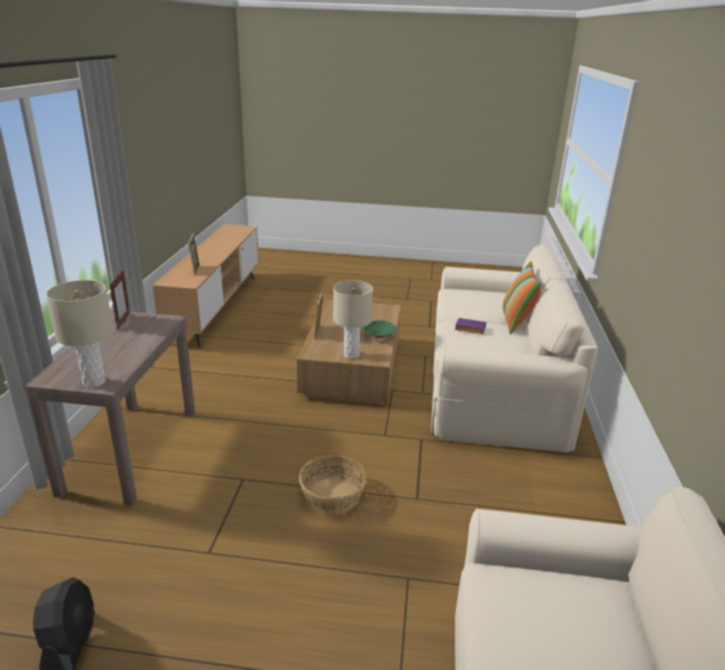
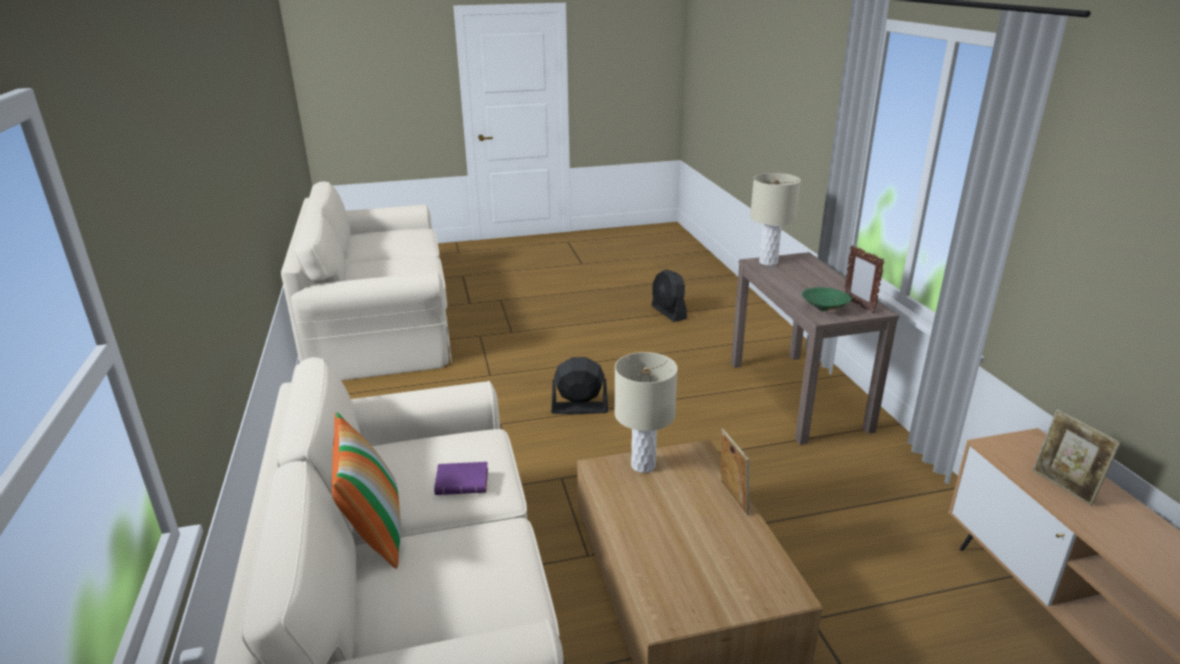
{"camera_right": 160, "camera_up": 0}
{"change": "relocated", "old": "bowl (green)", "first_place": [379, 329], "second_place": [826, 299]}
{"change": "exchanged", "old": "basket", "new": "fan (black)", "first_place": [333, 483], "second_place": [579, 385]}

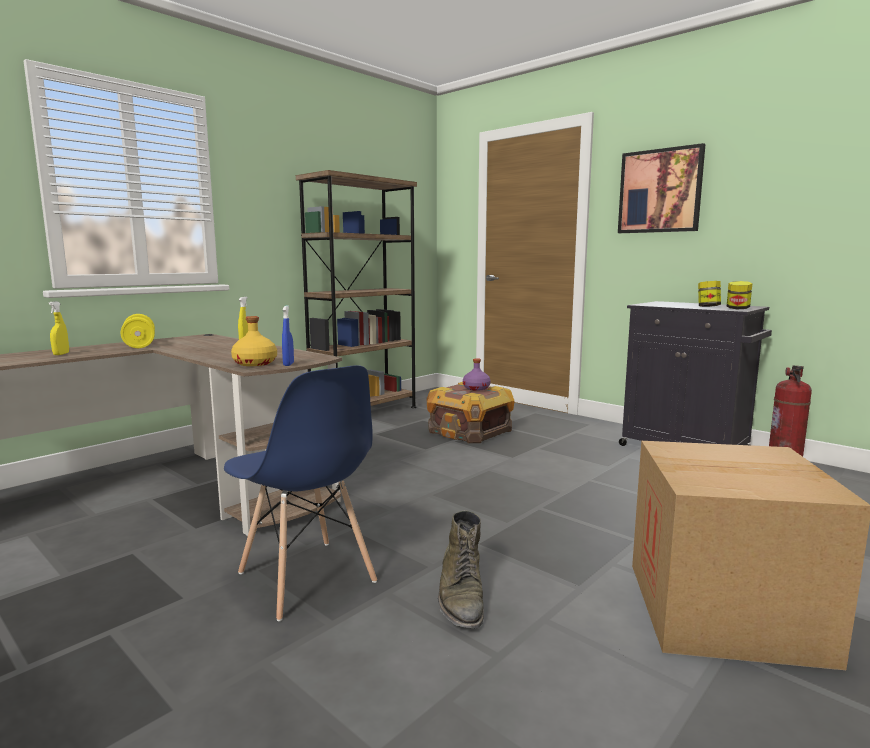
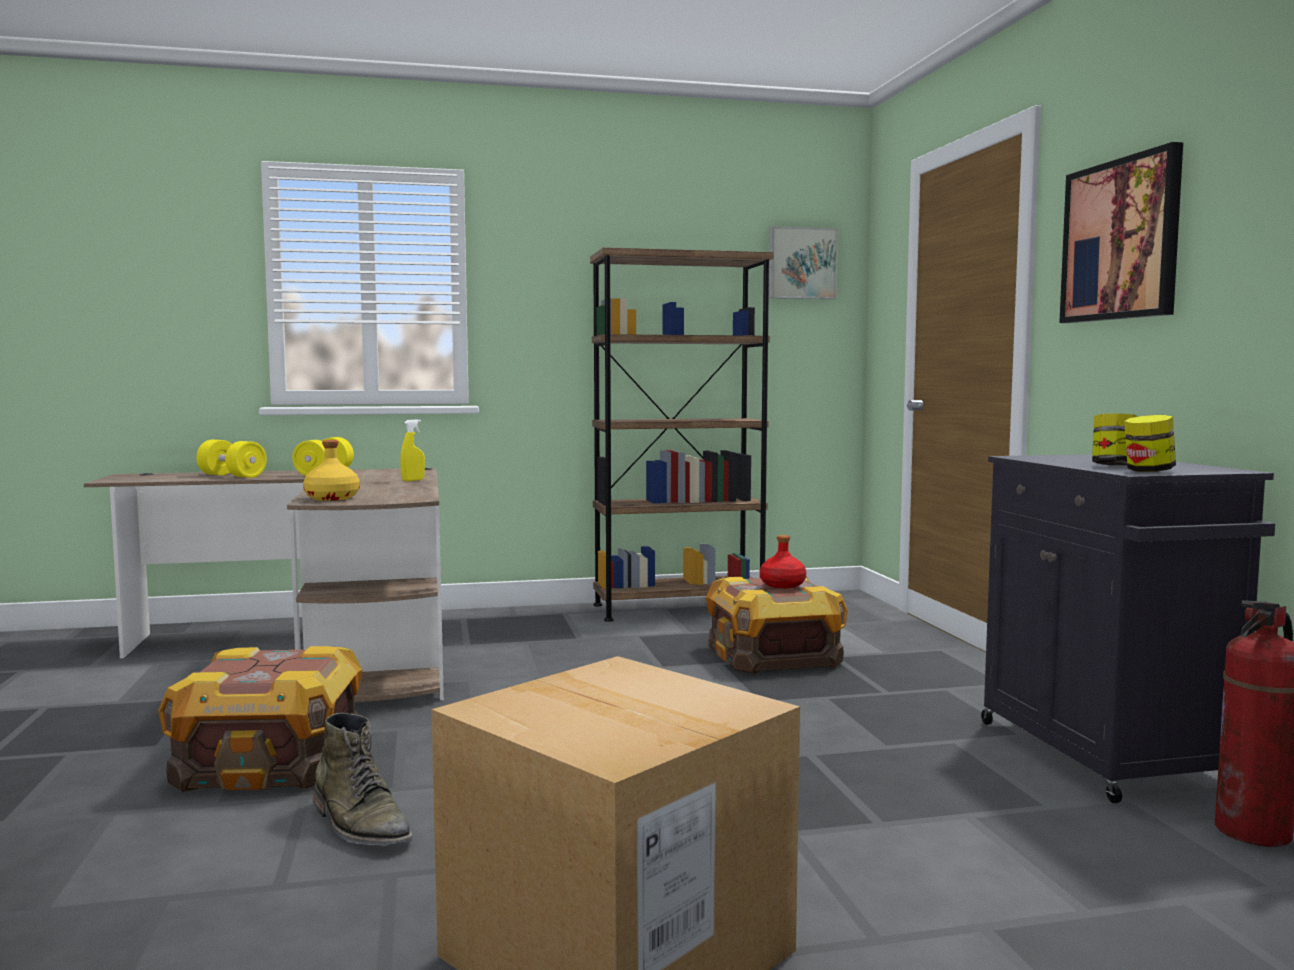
{"camera_right": 35, "camera_up": -5}
{"change": "missing", "old": "spray bottle (blue)", "first_place": [288, 335]}
{"change": "appeared", "new": "picture", "second_place": [803, 262]}
{"change": "exchanged", "old": "spray bottle (yellow)", "new": "dumbbell (yellow)", "first_place": [58, 328], "second_place": [231, 459]}
{"change": "exchanged", "old": "chair (blue)", "new": "crate", "first_place": [300, 493], "second_place": [260, 719]}
{"change": "colour", "old": "bottle (purple)", "new": "bottle (red)", "first_place": [477, 374], "second_place": [783, 561]}
{"change": "spun", "old": "boot (green)", "first_place": [461, 569], "second_place": [362, 779], "degrees": -75}

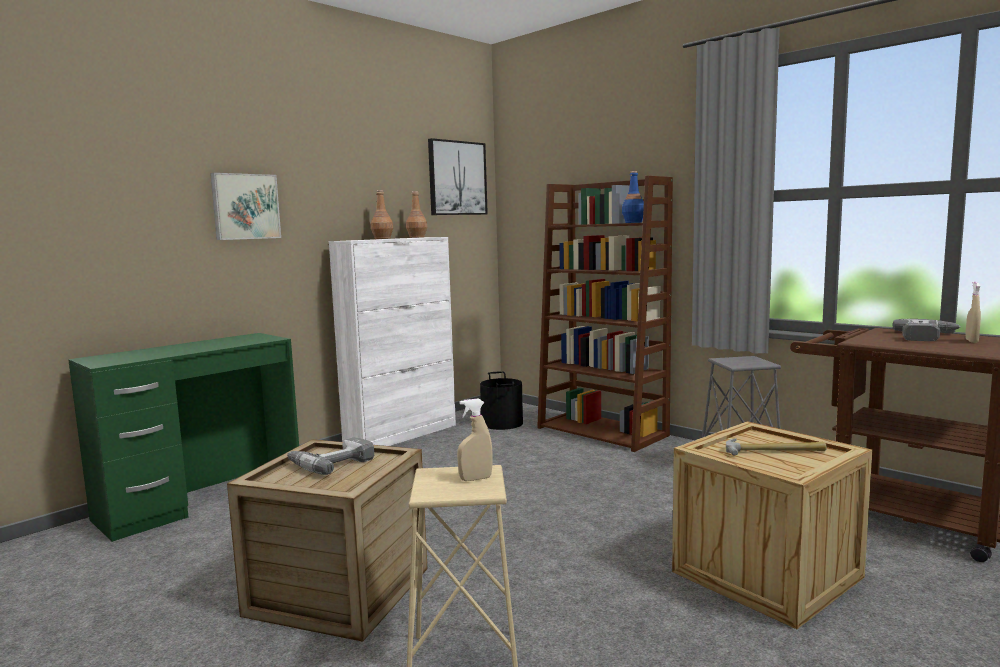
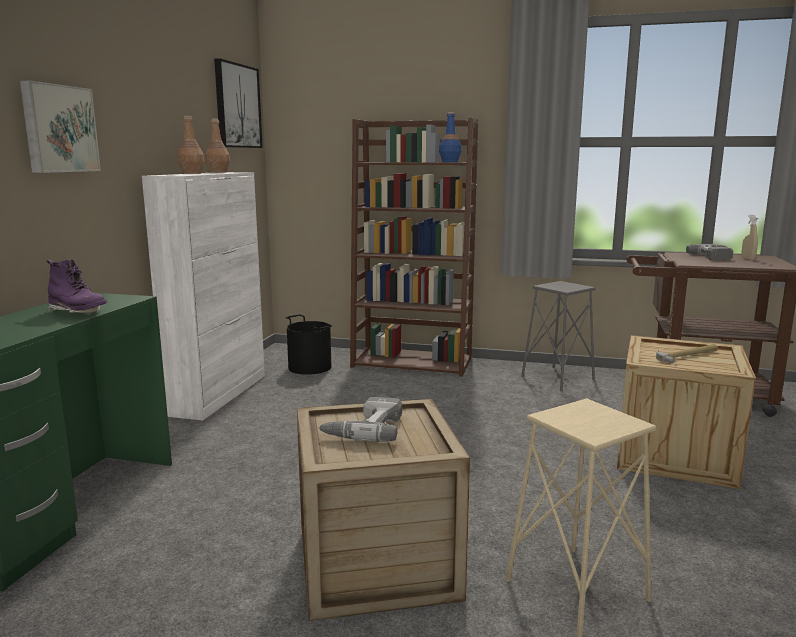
{"camera_right": -30, "camera_up": 5}
{"change": "missing", "old": "spray bottle (beige)", "first_place": [475, 440]}
{"change": "appeared", "new": "boot (purple)", "second_place": [76, 286]}

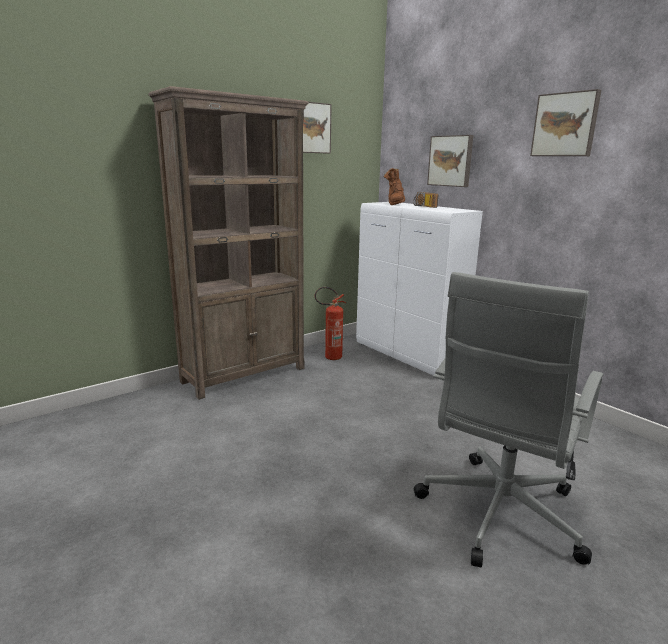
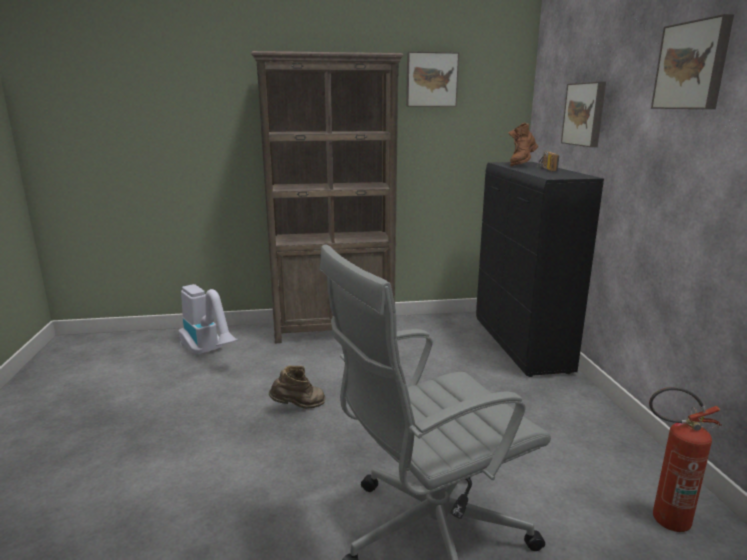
{"camera_right": 30, "camera_up": 0}
{"change": "appeared", "new": "vacuum cleaner", "second_place": [208, 320]}
{"change": "appeared", "new": "boot (brown)", "second_place": [297, 387]}
{"change": "relocated", "old": "fire extinguisher", "first_place": [330, 323], "second_place": [685, 459]}
{"change": "colour", "old": "cabinet (white)", "new": "cabinet (black)", "first_place": [419, 289], "second_place": [540, 269]}

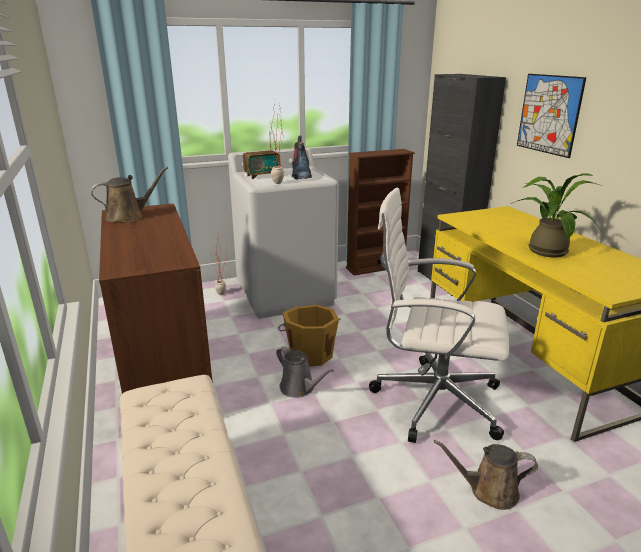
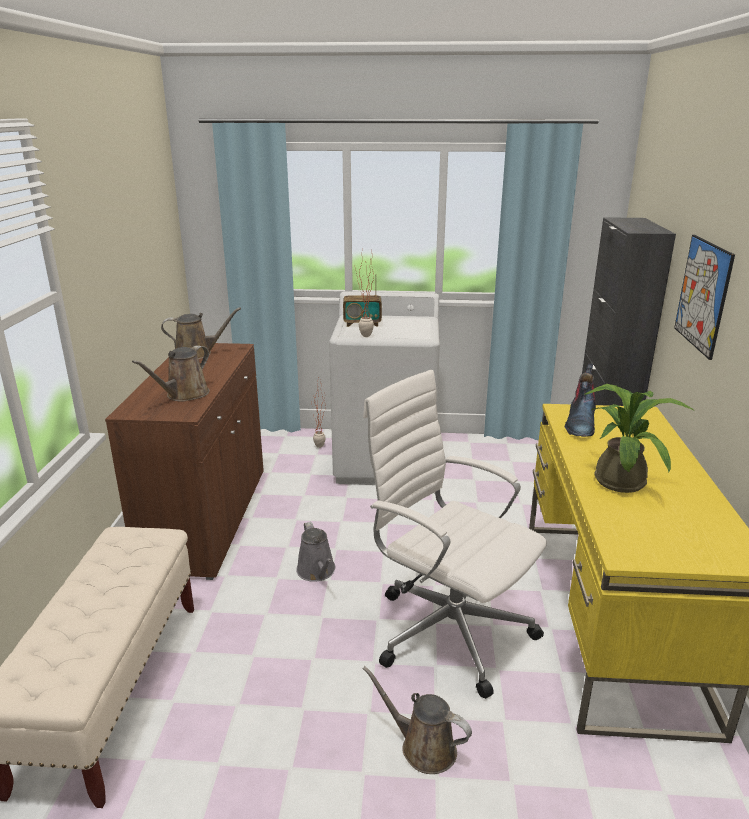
{"camera_right": 25, "camera_up": 0}
{"change": "missing", "old": "bucket (orange)", "first_place": [309, 336]}
{"change": "missing", "old": "bookcase (brown)", "first_place": [380, 212]}
{"change": "appeared", "new": "watering can (brown)", "second_place": [171, 373]}
{"change": "relocated", "old": "boot", "first_place": [302, 158], "second_place": [580, 400]}

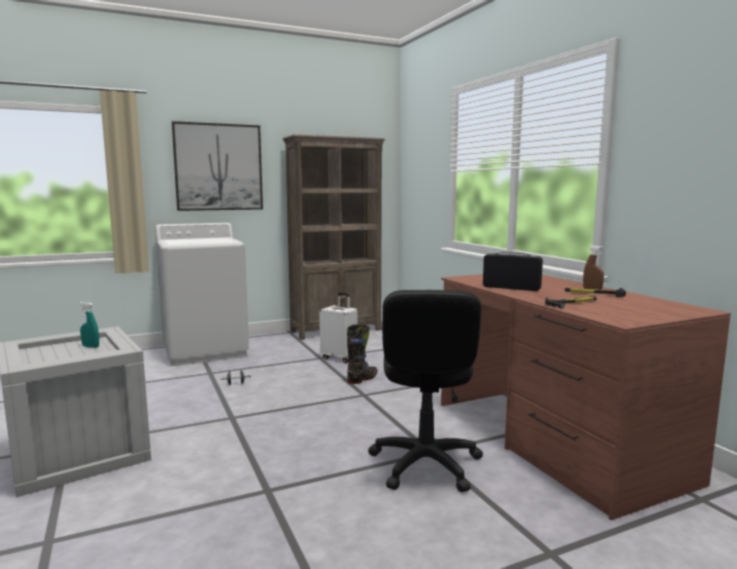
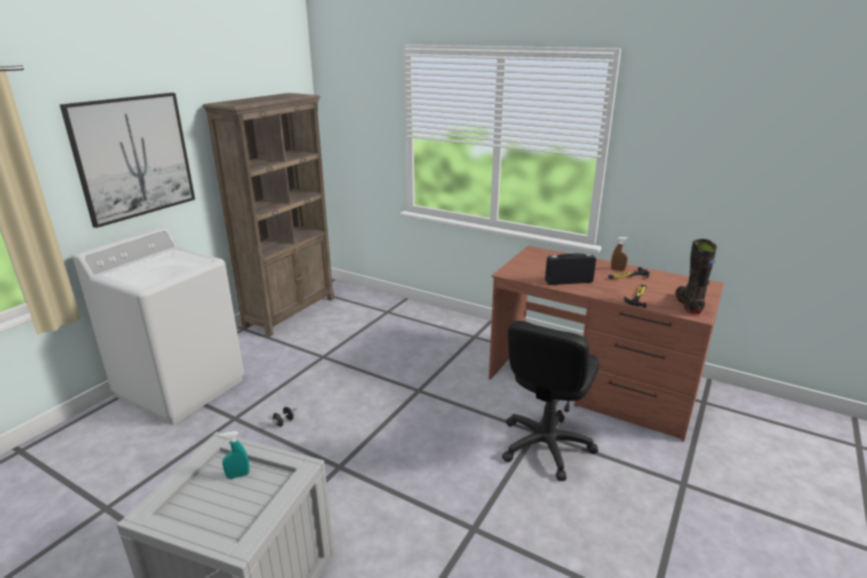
{"camera_right": -35, "camera_up": 15}
{"change": "missing", "old": "suitcase (white)", "first_place": [338, 327]}
{"change": "relocated", "old": "boot (black)", "first_place": [362, 354], "second_place": [696, 276]}
{"change": "spun", "old": "office chair (black)", "first_place": [425, 391], "second_place": [551, 401], "degrees": 60}

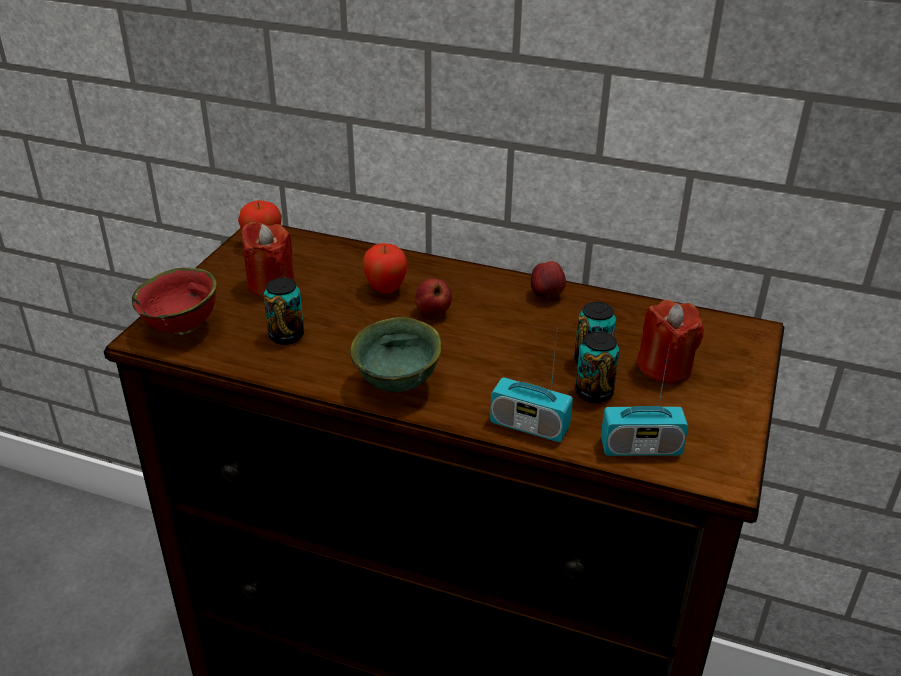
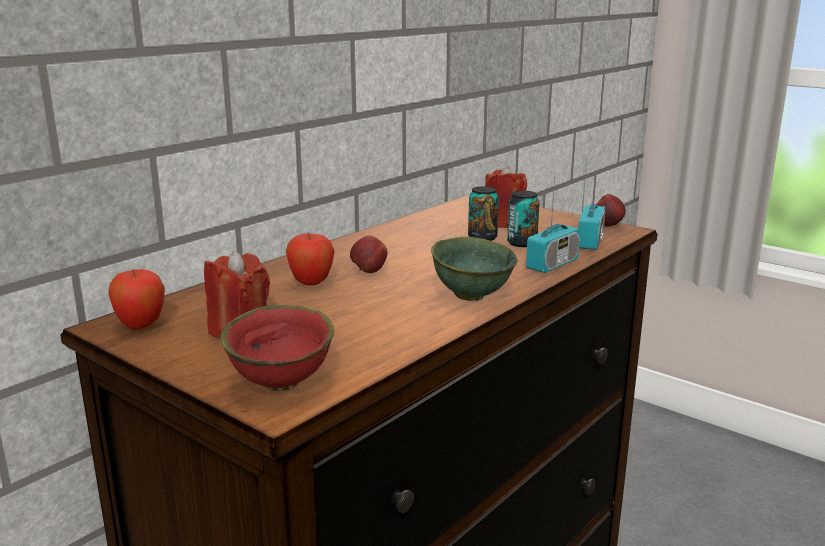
{"camera_right": -70, "camera_up": -15}
{"change": "missing", "old": "can", "first_place": [284, 311]}
{"change": "relocated", "old": "apple", "first_place": [548, 280], "second_place": [611, 210]}

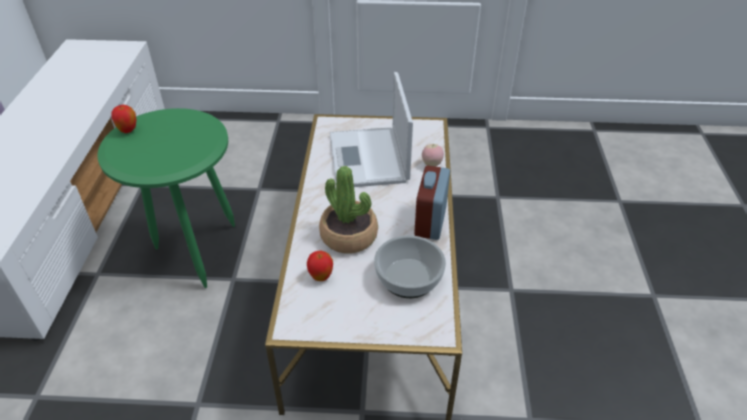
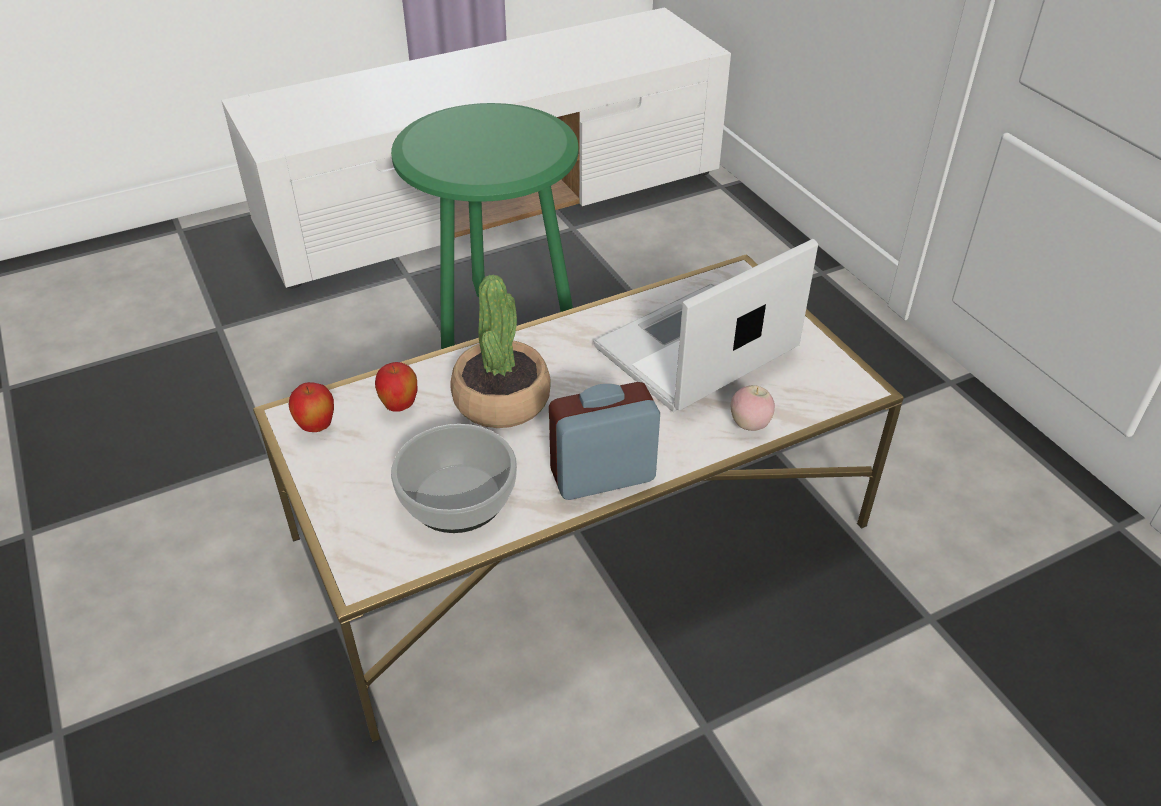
{"camera_right": 60, "camera_up": 0}
{"change": "relocated", "old": "apple", "first_place": [123, 119], "second_place": [311, 407]}

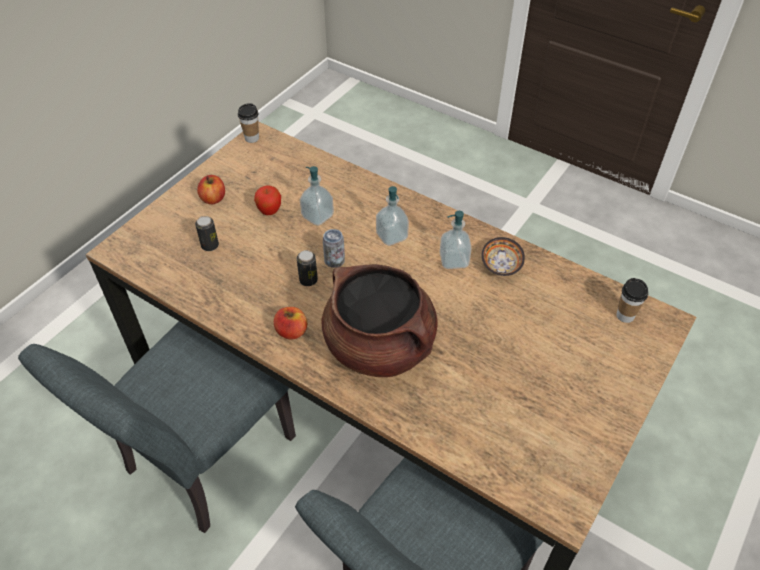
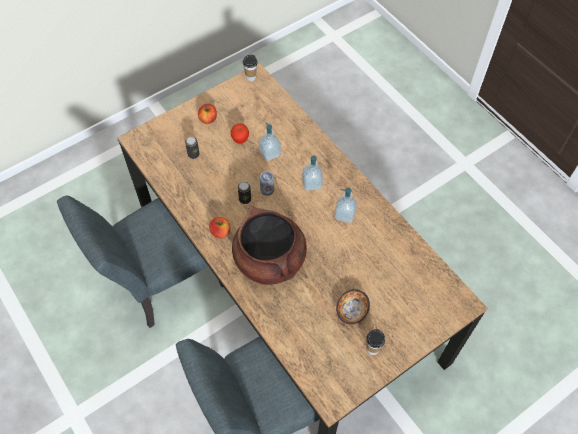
{"camera_right": 20, "camera_up": 10}
{"change": "relocated", "old": "bowl", "first_place": [503, 256], "second_place": [353, 306]}
{"change": "relocated", "old": "cup", "first_place": [632, 300], "second_place": [375, 342]}

